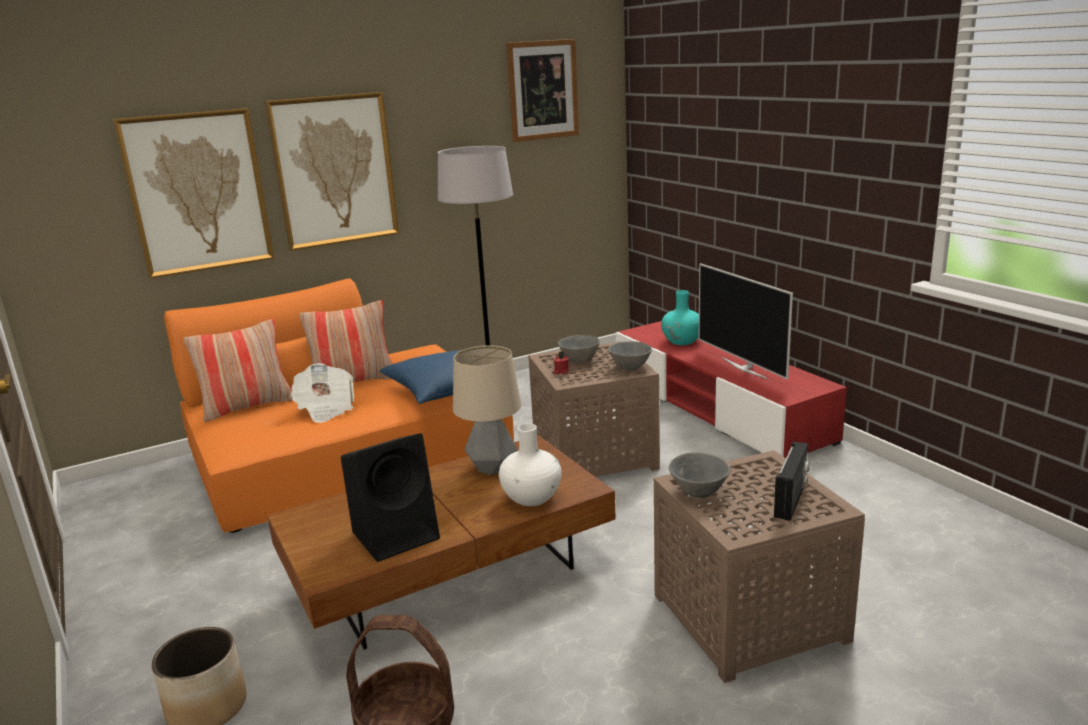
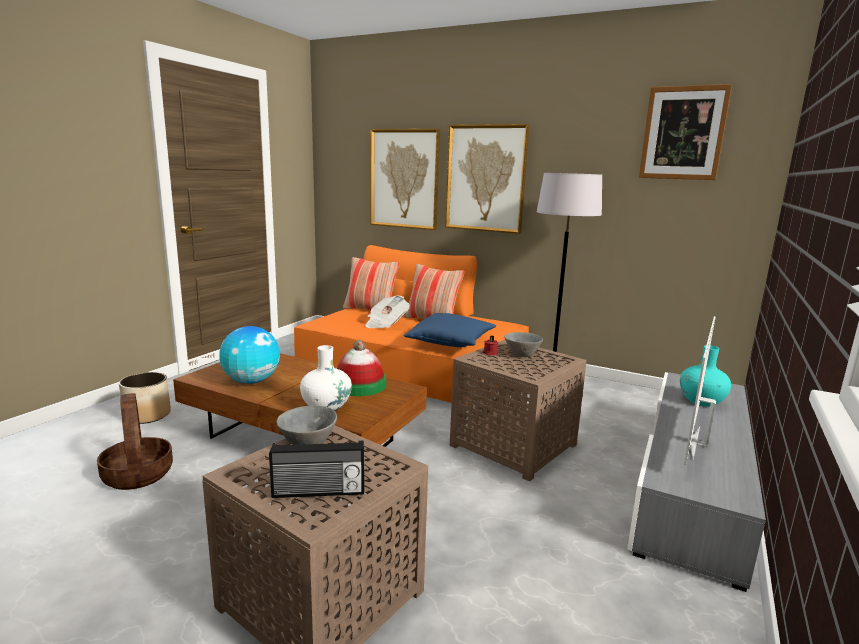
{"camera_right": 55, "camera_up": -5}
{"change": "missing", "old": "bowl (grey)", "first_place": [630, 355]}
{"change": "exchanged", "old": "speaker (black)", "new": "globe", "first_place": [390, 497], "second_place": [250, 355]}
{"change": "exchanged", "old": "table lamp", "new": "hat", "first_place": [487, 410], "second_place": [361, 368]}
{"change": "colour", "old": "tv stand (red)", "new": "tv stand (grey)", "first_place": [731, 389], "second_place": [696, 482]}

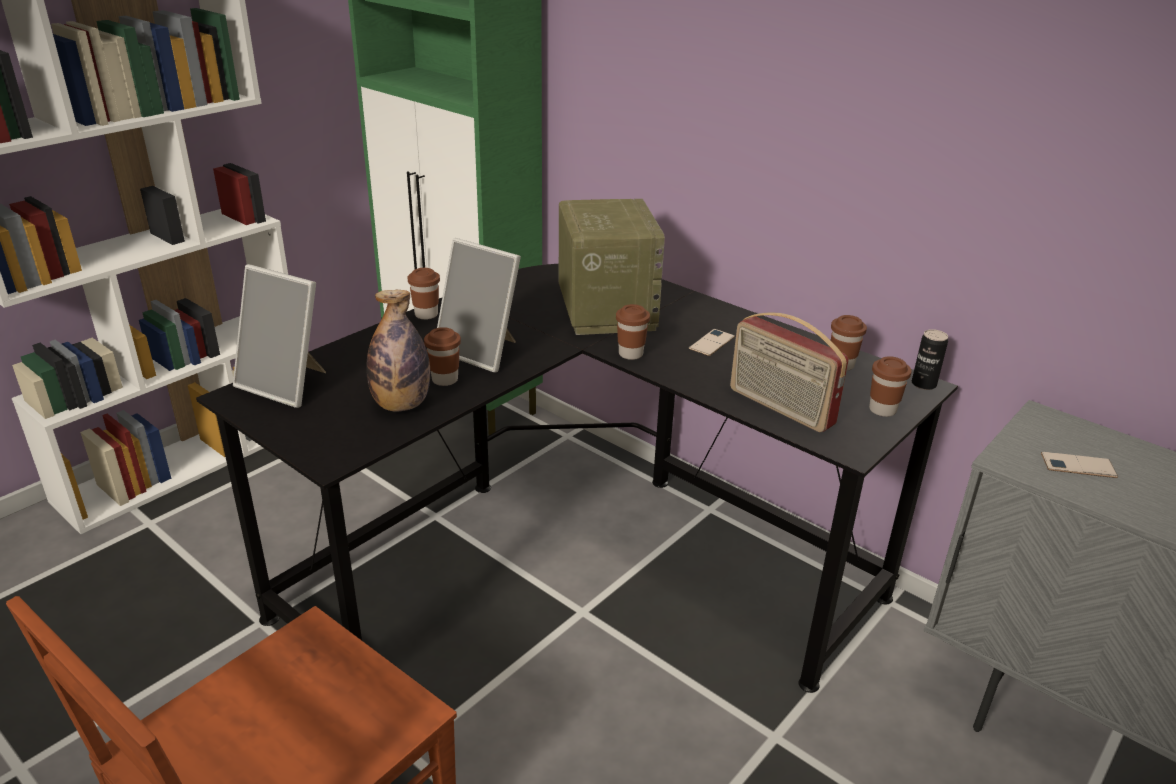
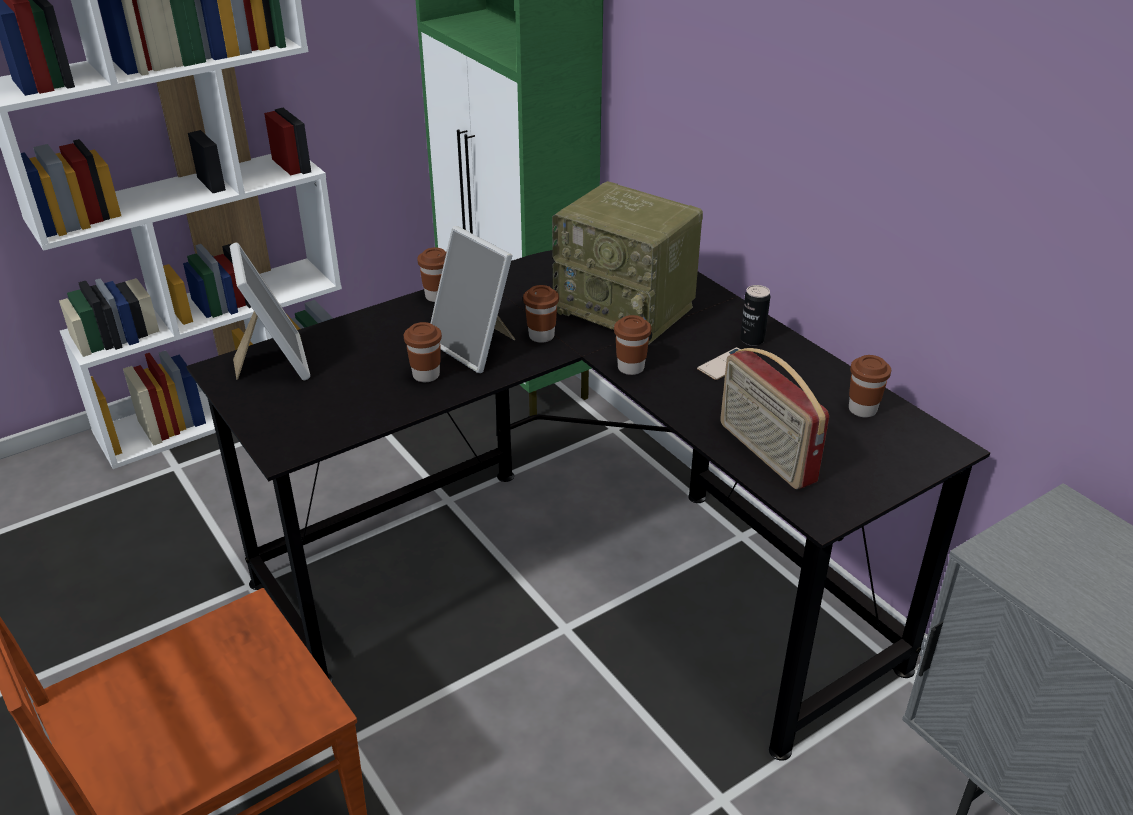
{"camera_right": 15, "camera_up": 5}
{"change": "missing", "old": "bottle", "first_place": [398, 350]}
{"change": "missing", "old": "phone", "first_place": [1079, 465]}
{"change": "relocated", "old": "cup (brown)", "first_place": [890, 386], "second_place": [541, 314]}
{"change": "relocated", "old": "can", "first_place": [930, 359], "second_place": [755, 315]}
{"change": "spun", "old": "picture frame", "first_place": [279, 336], "second_place": [270, 311], "degrees": -150}
{"change": "spun", "old": "radio", "first_place": [612, 267], "second_place": [627, 263], "degrees": 120}

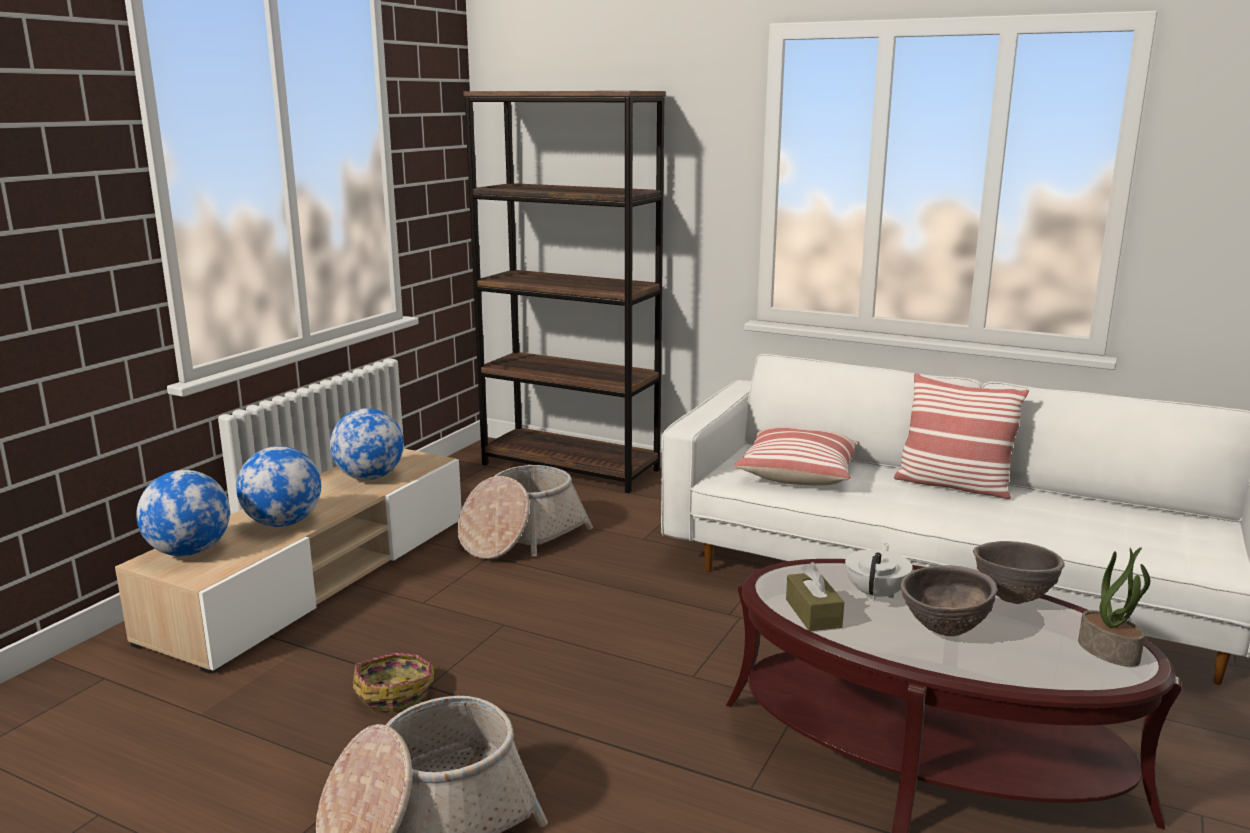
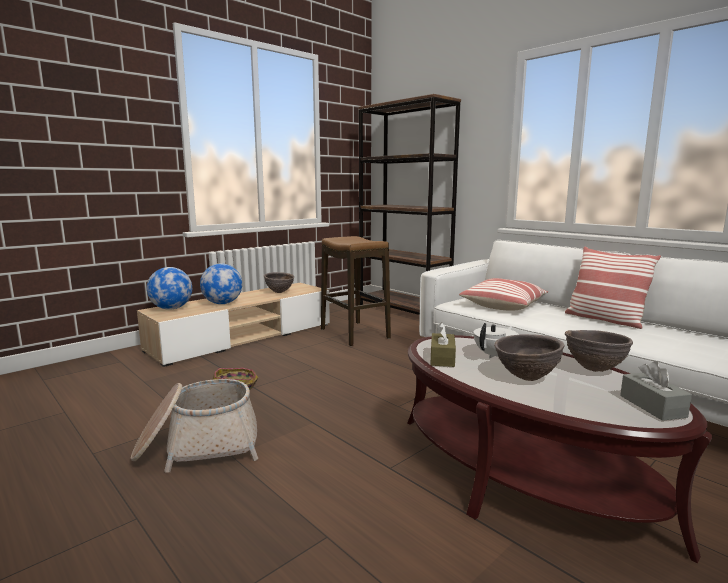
{"camera_right": 20, "camera_up": -5}
{"change": "exchanged", "old": "globe", "new": "bowl (brown)", "first_place": [367, 444], "second_place": [279, 282]}
{"change": "exchanged", "old": "basket", "new": "stool", "first_place": [525, 512], "second_place": [356, 291]}
{"change": "exchanged", "old": "potted plant", "new": "tissue box (grey)", "first_place": [1114, 607], "second_place": [656, 391]}

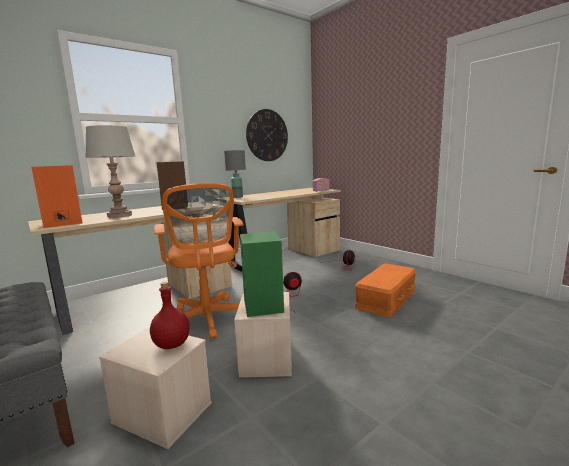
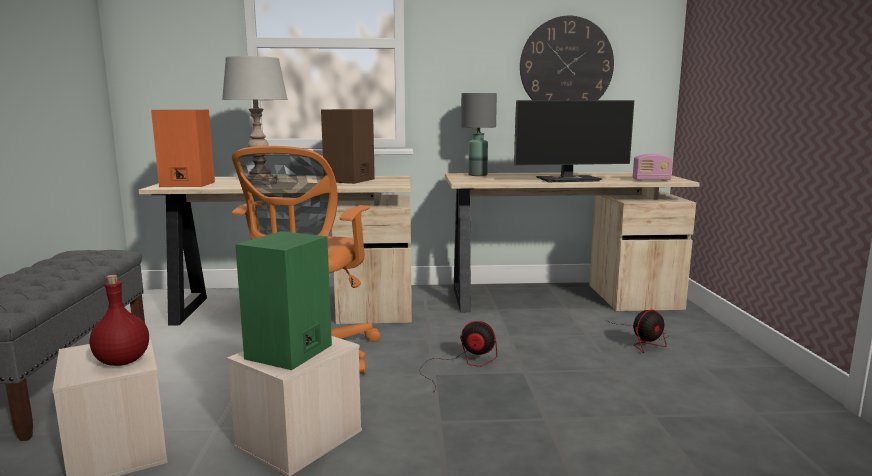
{"camera_right": 35, "camera_up": 0}
{"change": "missing", "old": "storage box (orange)", "first_place": [385, 290]}
{"change": "appeared", "new": "monitor", "second_place": [574, 141]}

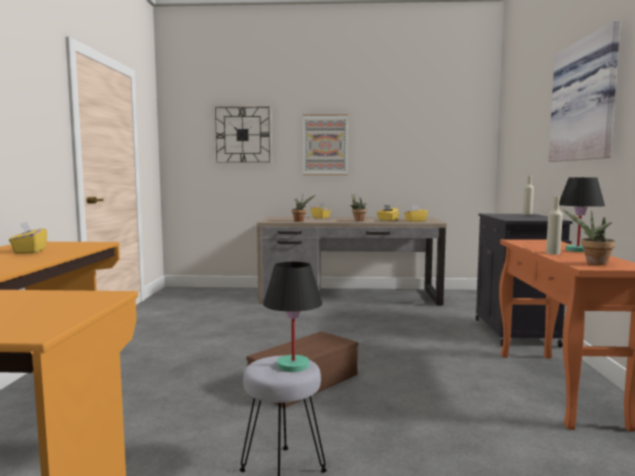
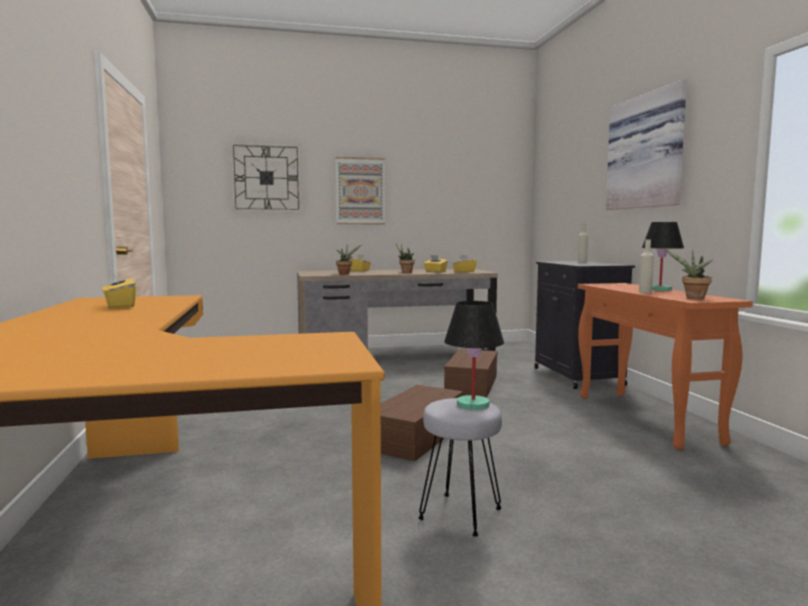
{"camera_right": -15, "camera_up": 0}
{"change": "appeared", "new": "storage box (brown)", "second_place": [471, 373]}

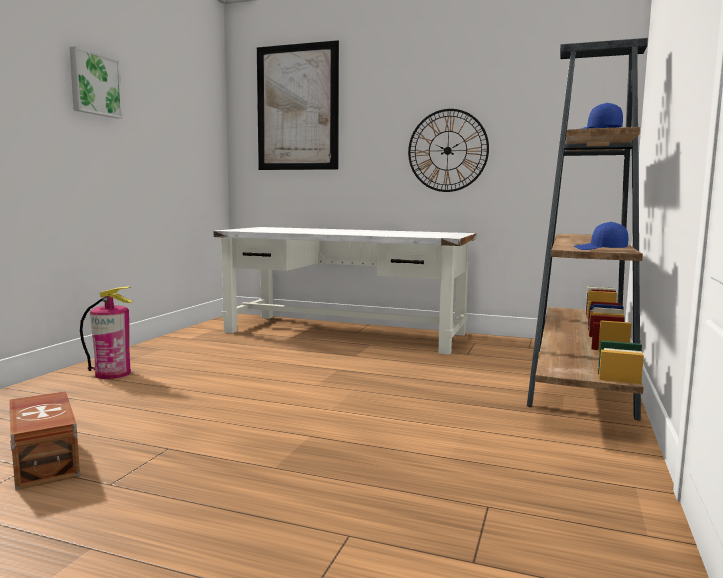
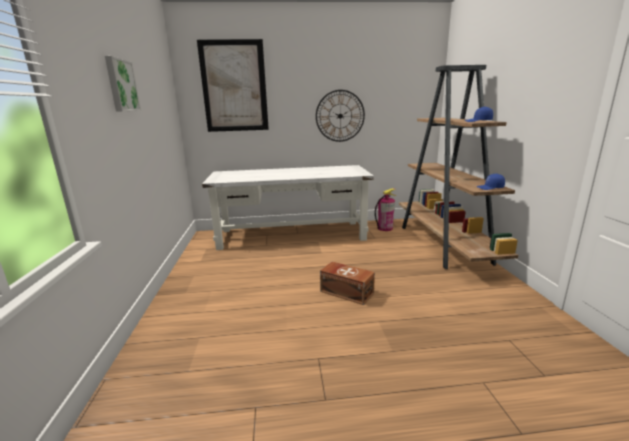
{"camera_right": -25, "camera_up": 10}
{"change": "relocated", "old": "storage box (brown)", "first_place": [44, 440], "second_place": [347, 283]}
{"change": "relocated", "old": "fire extinguisher", "first_place": [107, 333], "second_place": [385, 209]}

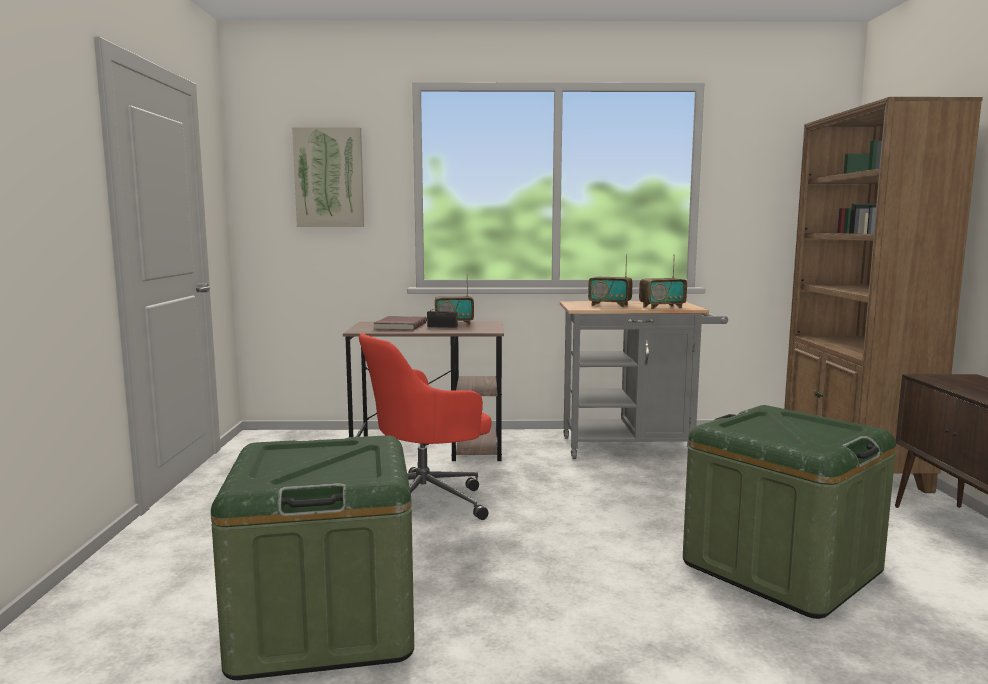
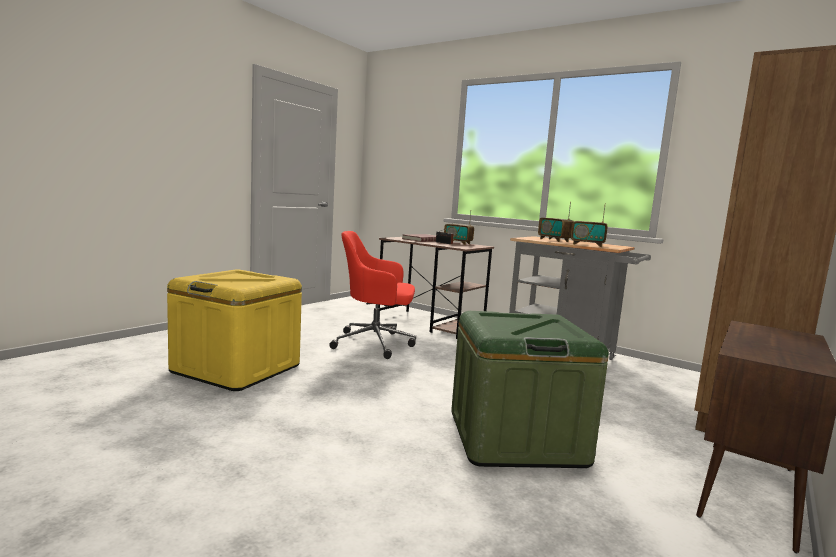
{"camera_right": 35, "camera_up": 0}
{"change": "missing", "old": "picture", "first_place": [328, 177]}
{"change": "colour", "old": "storage box (green)", "new": "storage box (yellow)", "first_place": [312, 557], "second_place": [234, 330]}

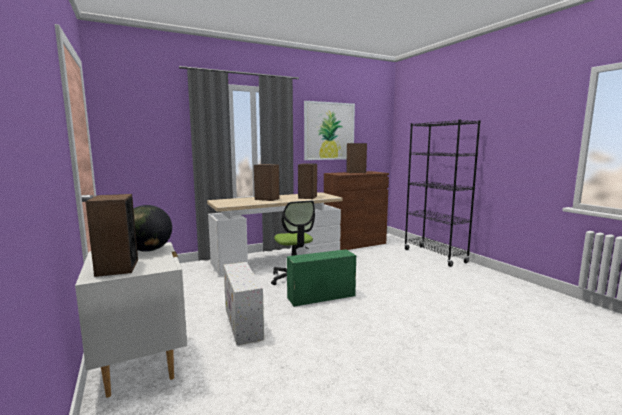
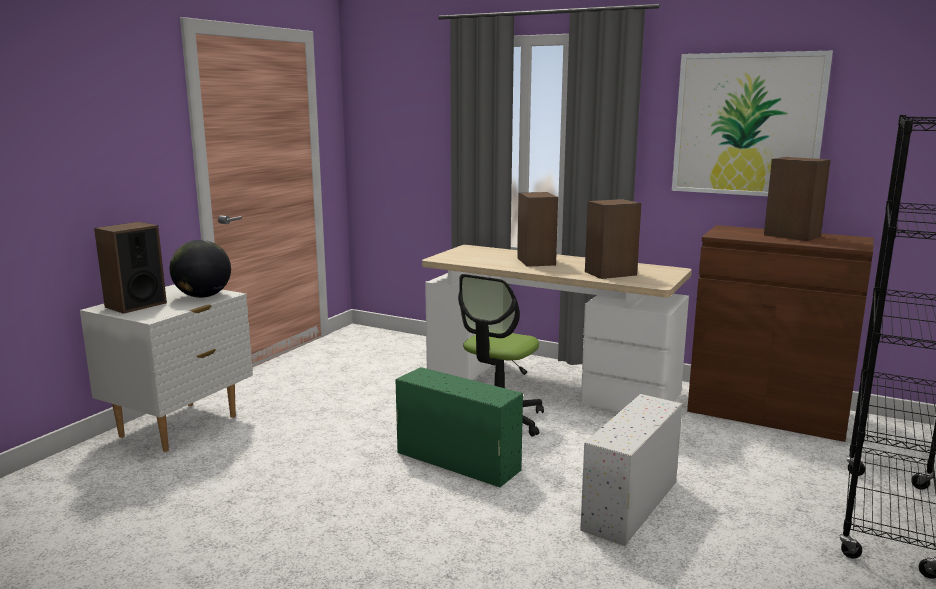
{"camera_right": 55, "camera_up": 5}
{"change": "relocated", "old": "storage box (white)", "first_place": [244, 304], "second_place": [631, 470]}

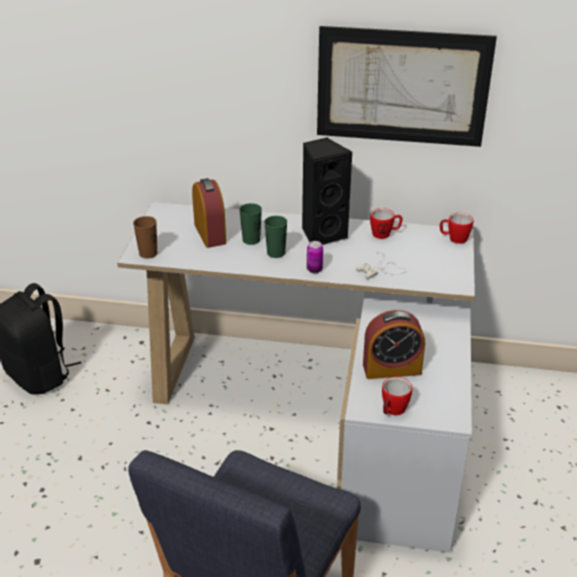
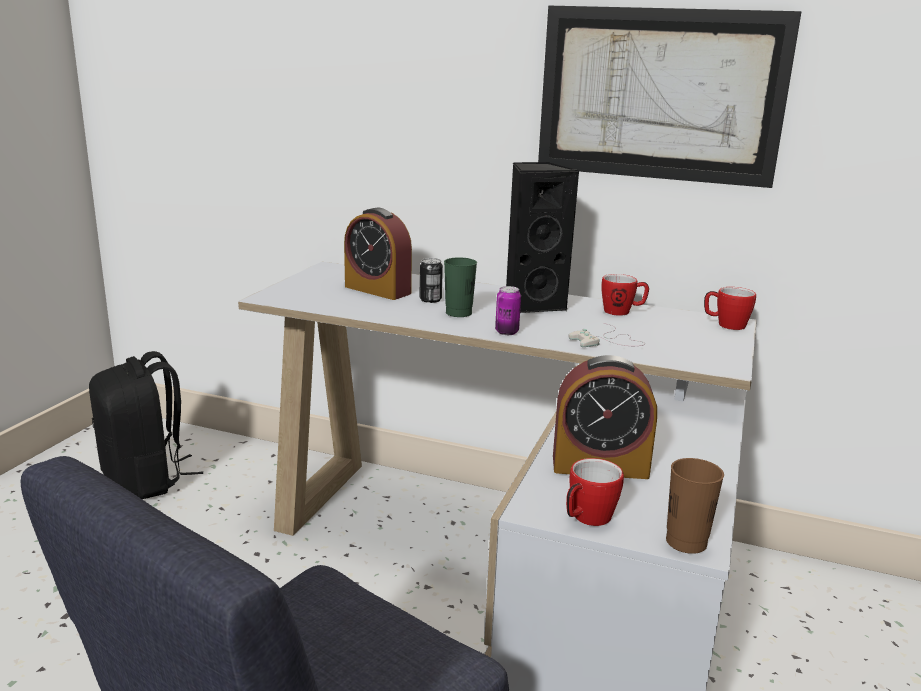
{"camera_right": 10, "camera_up": -15}
{"change": "relocated", "old": "cup (brown)", "first_place": [145, 237], "second_place": [695, 506]}
{"change": "exchanged", "old": "cup (green)", "new": "can", "first_place": [250, 224], "second_place": [431, 280]}
{"change": "spun", "old": "alarm clock", "first_place": [209, 213], "second_place": [378, 253], "degrees": 135}

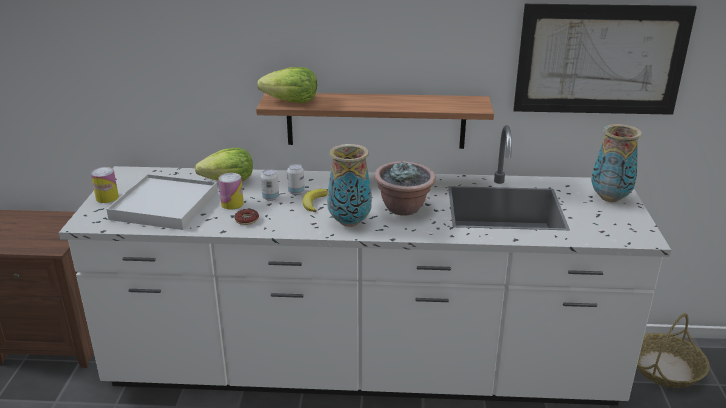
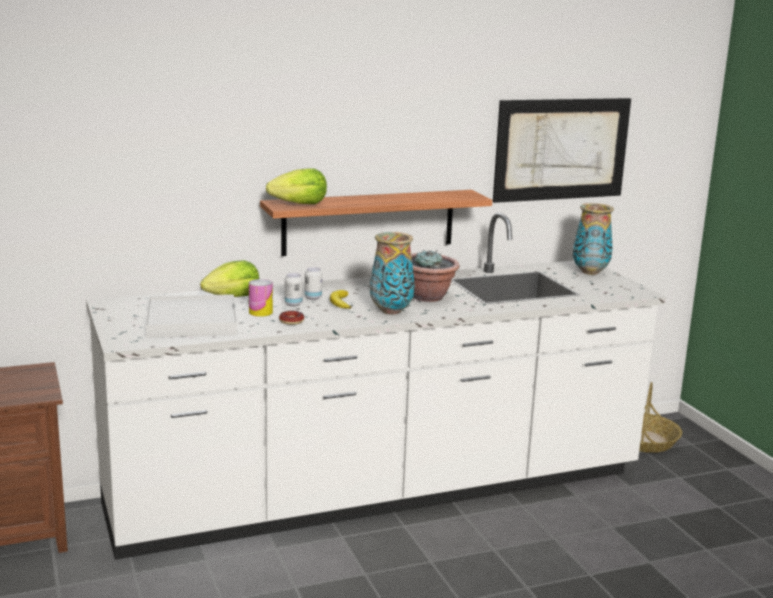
{"camera_right": -25, "camera_up": -10}
{"change": "missing", "old": "can", "first_place": [105, 185]}

